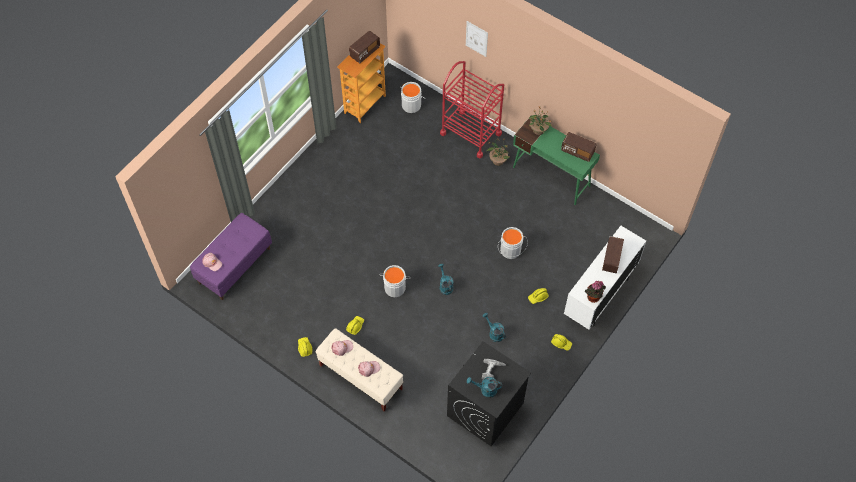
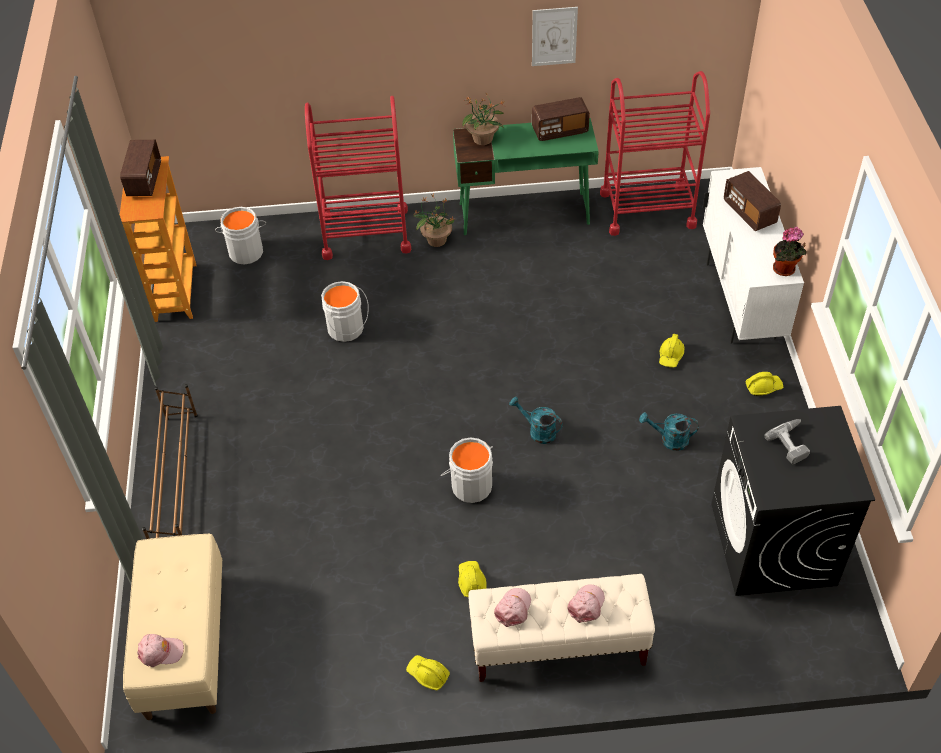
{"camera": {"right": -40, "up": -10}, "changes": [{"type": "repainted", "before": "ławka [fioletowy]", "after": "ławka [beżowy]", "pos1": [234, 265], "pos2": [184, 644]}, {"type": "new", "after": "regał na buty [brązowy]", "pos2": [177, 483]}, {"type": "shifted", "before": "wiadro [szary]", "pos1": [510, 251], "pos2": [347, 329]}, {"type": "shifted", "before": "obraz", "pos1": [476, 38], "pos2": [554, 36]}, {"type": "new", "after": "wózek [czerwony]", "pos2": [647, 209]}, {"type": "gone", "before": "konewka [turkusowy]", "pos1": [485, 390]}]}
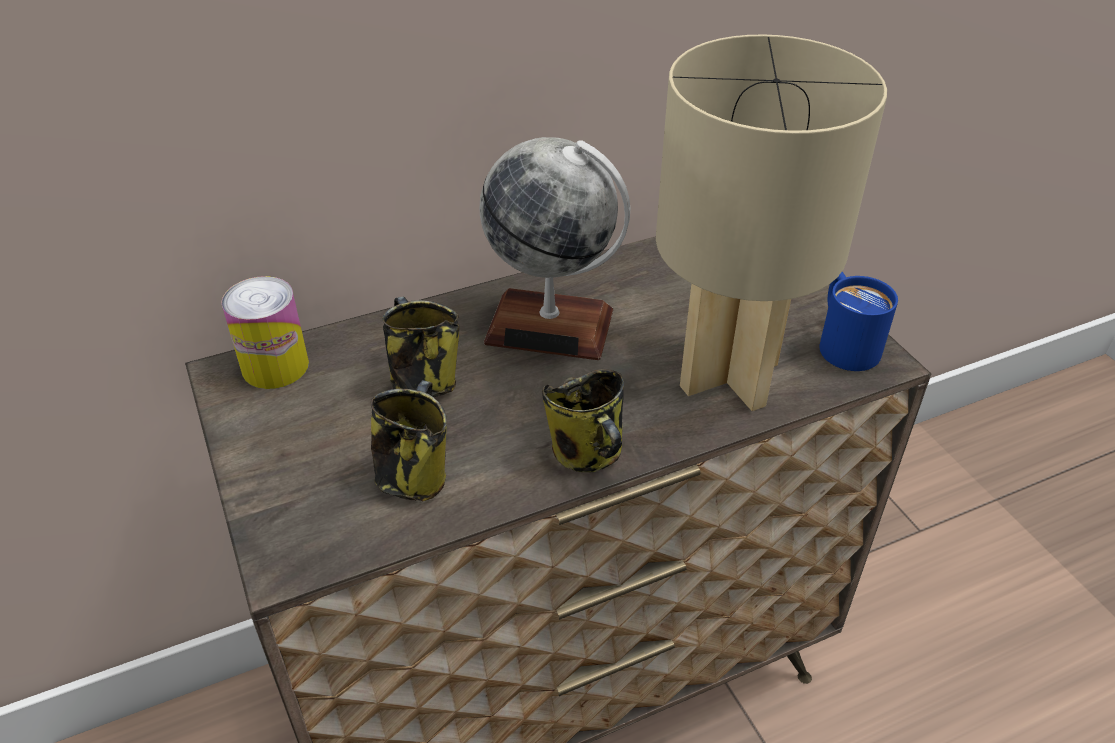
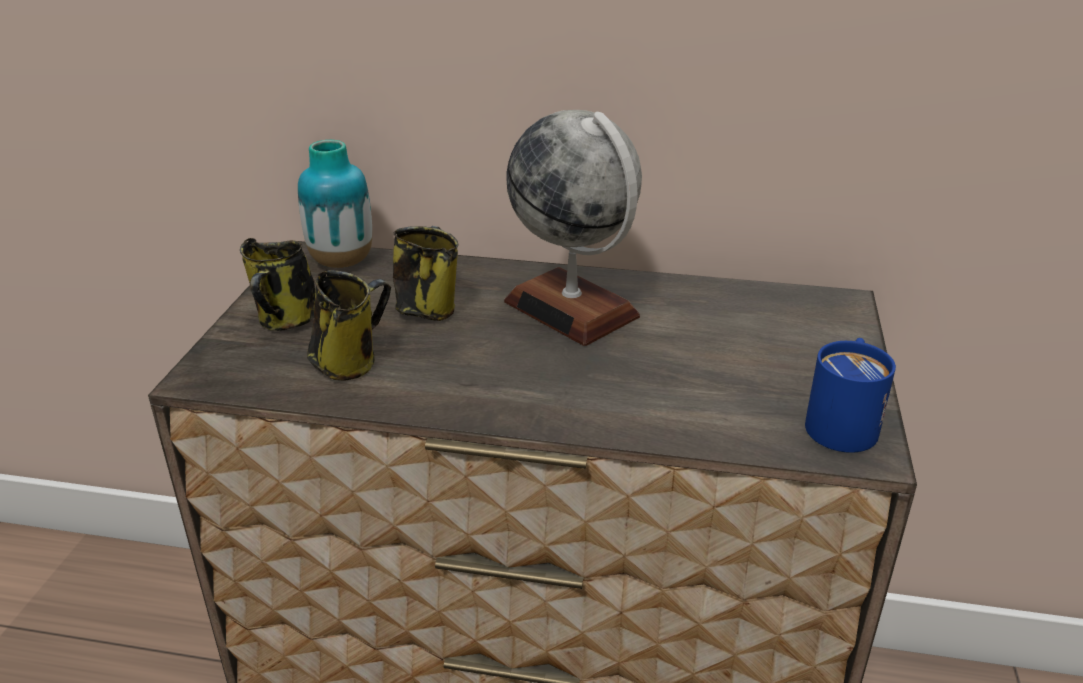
{"camera": {"right": 35, "up": -10}, "changes": [{"type": "shifted", "before": "kubek", "pos1": [588, 454], "pos2": [286, 321]}, {"type": "swapped", "before": "puszka", "after": "wazon", "pos1": [275, 366], "pos2": [342, 262]}, {"type": "gone", "before": "lampa stołowa [beżowy]", "pos1": [730, 374]}]}
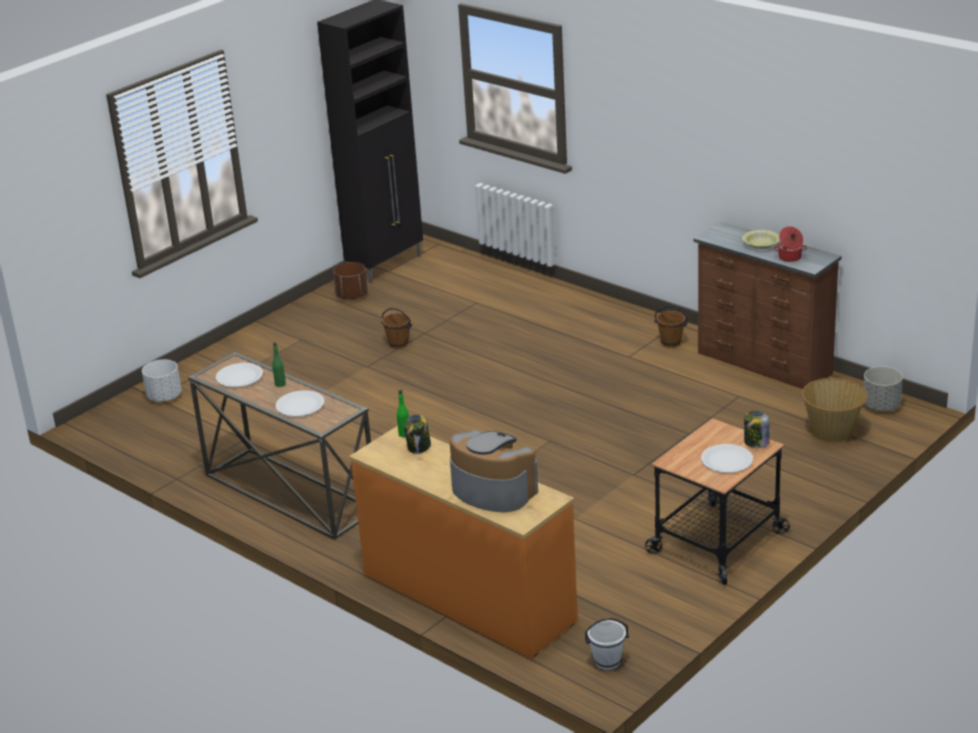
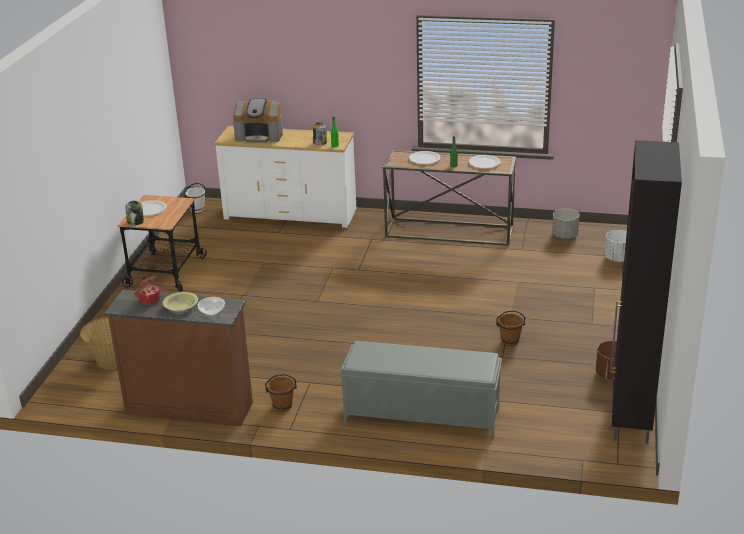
{"camera": {"right": 150, "up": 0}, "changes": [{"type": "new", "after": "miska", "pos2": [211, 312]}, {"type": "repainted", "before": "komoda [pomarańczowy]", "after": "komoda [biały]", "pos1": [467, 598], "pos2": [290, 214]}, {"type": "new", "after": "ławka [szary]", "pos2": [420, 415]}, {"type": "shifted", "before": "donica [szary]", "pos1": [881, 406], "pos2": [564, 236]}]}
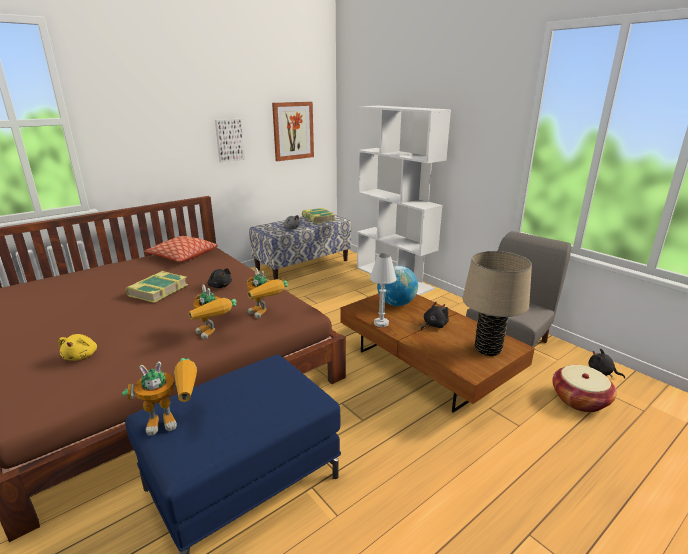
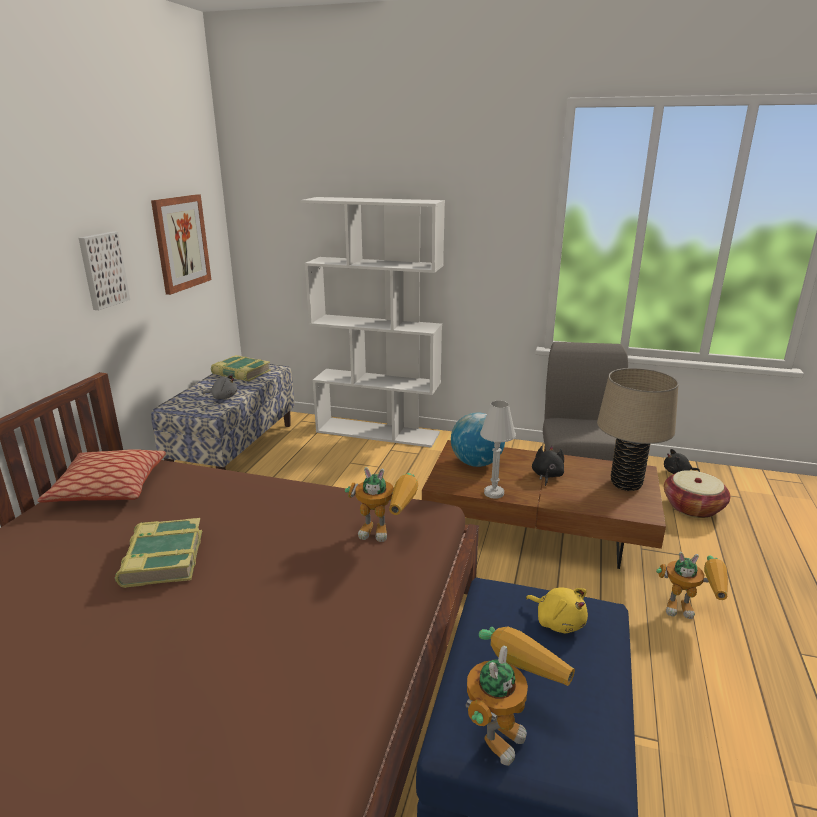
{"camera": {"right": -35, "up": 0}, "changes": [{"type": "shifted", "before": "pluszak [żółty]", "pos1": [81, 356], "pos2": [558, 621]}, {"type": "shifted", "before": "robot zabawkowy", "pos1": [213, 335], "pos2": [689, 609]}, {"type": "gone", "before": "pluszak [czarny]", "pos1": [220, 286]}]}
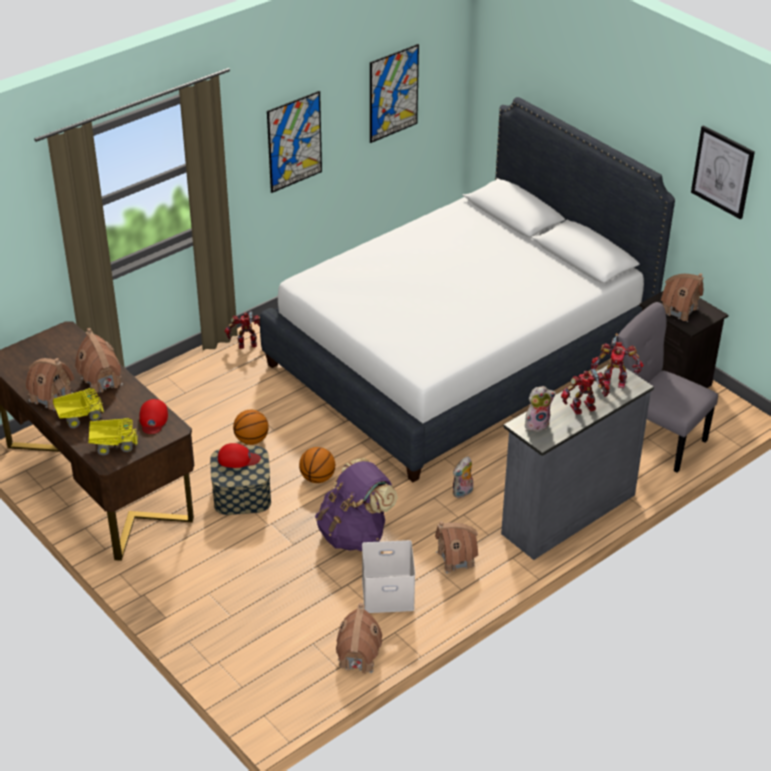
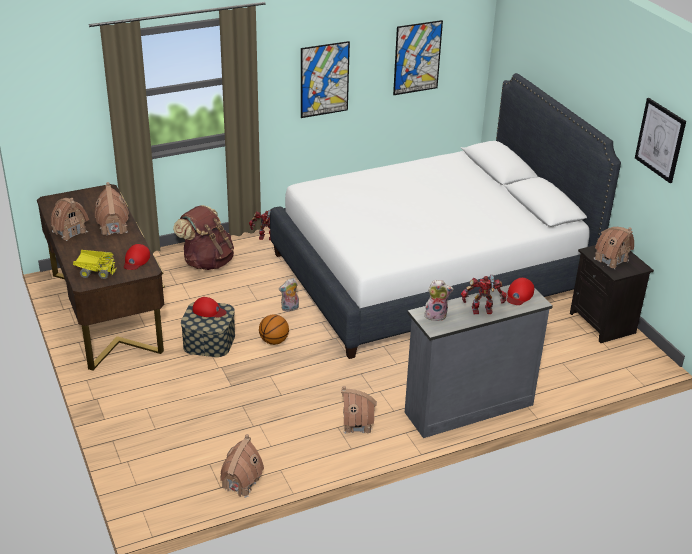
{"camera": {"right": 15, "up": -5}, "changes": [{"type": "new", "after": "plecak [brązowy]", "pos2": [207, 262]}, {"type": "shifted", "before": "pluszak", "pos1": [463, 493], "pos2": [290, 308]}, {"type": "swapped", "before": "robot zabawkowy", "after": "czapka z daszkiem [czerwony]", "pos1": [614, 380], "pos2": [519, 295]}, {"type": "gone", "before": "ciężarówka zabawkowa", "pos1": [79, 417]}, {"type": "gone", "before": "piłka do koszykówki", "pos1": [251, 440]}, {"type": "gone", "before": "plecak [fioletowy]", "pos1": [355, 534]}, {"type": "gone", "before": "pojemnik do przechowywania [biały]", "pos1": [386, 594]}, {"type": "gone", "before": "krzesło [szary]", "pos1": [656, 439]}]}
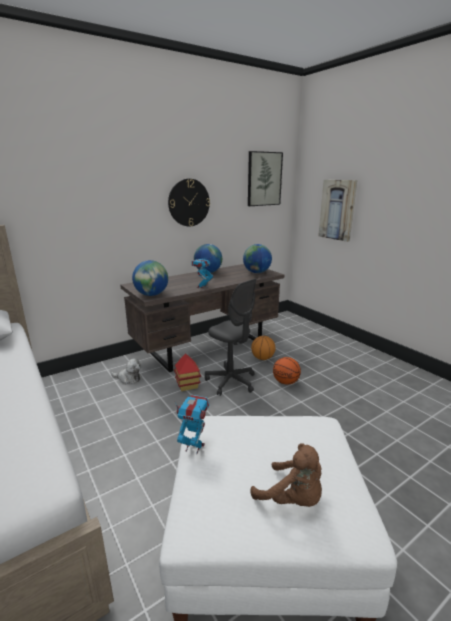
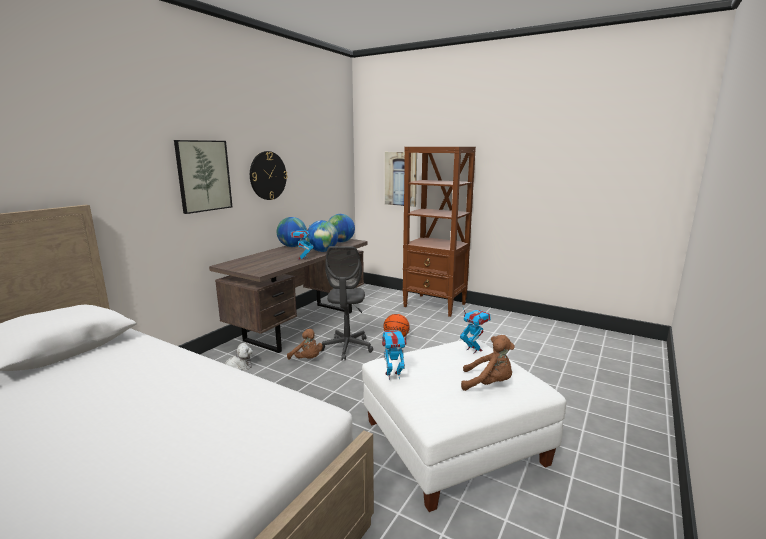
{"camera": {"right": -25, "up": -5}, "changes": [{"type": "shifted", "before": "obraz", "pos1": [264, 179], "pos2": [203, 176]}, {"type": "swapped", "before": "domek", "after": "pluszak [brązowy]", "pos1": [187, 385], "pos2": [307, 359]}, {"type": "shifted", "before": "globus", "pos1": [151, 295], "pos2": [323, 251]}, {"type": "rotated", "before": "krzesło biurowe [szary]", "pos1": [231, 382], "pos2": [347, 348], "turn": 75}, {"type": "new", "after": "regał [brązowy]", "pos2": [435, 305]}, {"type": "new", "after": "robot zabawkowy", "pos2": [473, 349]}, {"type": "gone", "before": "piłka do koszykówki", "pos1": [262, 358]}]}
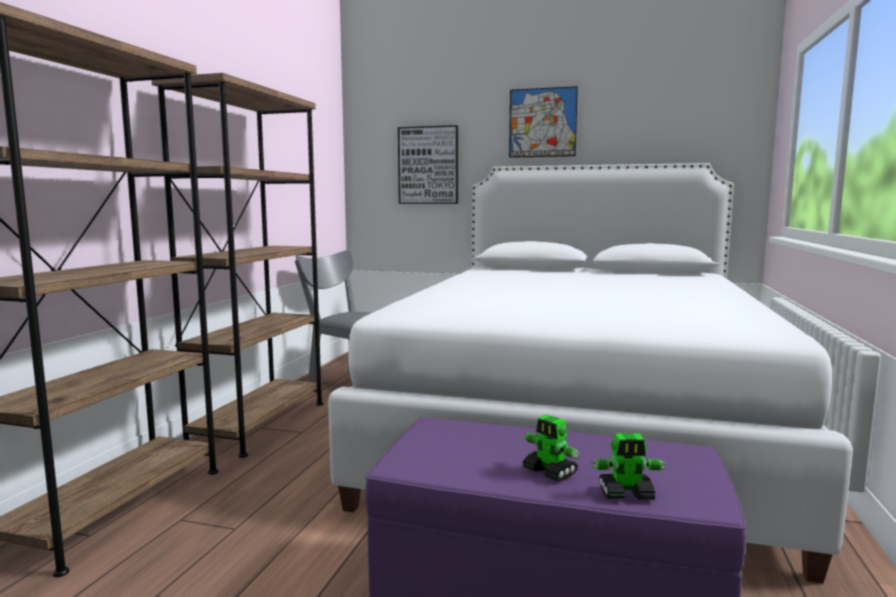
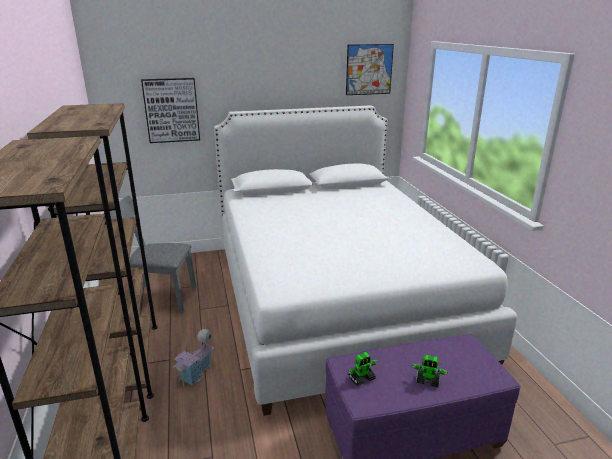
{"camera": {"right": -30, "up": 15}, "changes": [{"type": "new", "after": "domek", "pos2": [196, 373]}, {"type": "shifted", "before": "obraz", "pos1": [542, 122], "pos2": [369, 69]}, {"type": "shifted", "before": "robot zabawkowy", "pos1": [626, 494], "pos2": [362, 378]}]}
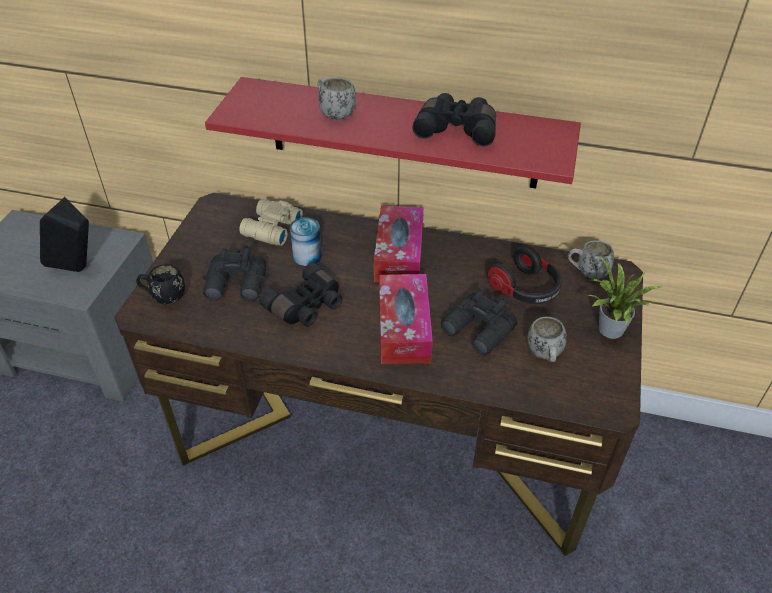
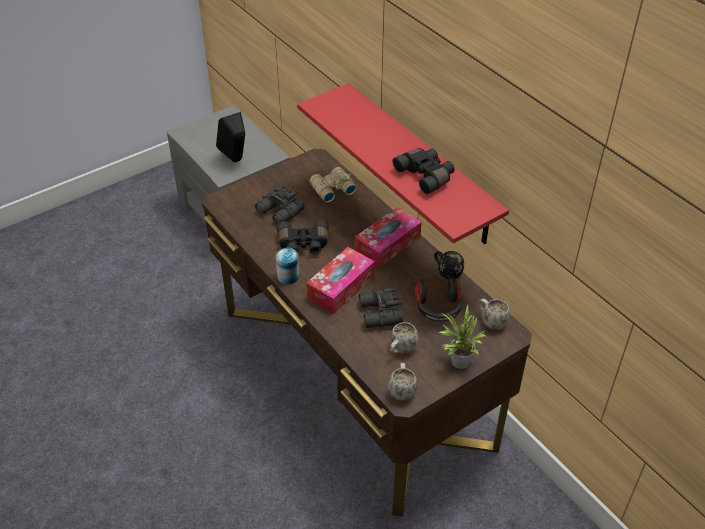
{"camera": {"right": 40, "up": 0}, "changes": [{"type": "shifted", "before": "puszka", "pos1": [307, 256], "pos2": [288, 276]}, {"type": "shifted", "before": "kubek [biały]", "pos1": [334, 113], "pos2": [401, 389]}, {"type": "shifted", "before": "kubek [czarny]", "pos1": [164, 297], "pos2": [446, 273]}]}
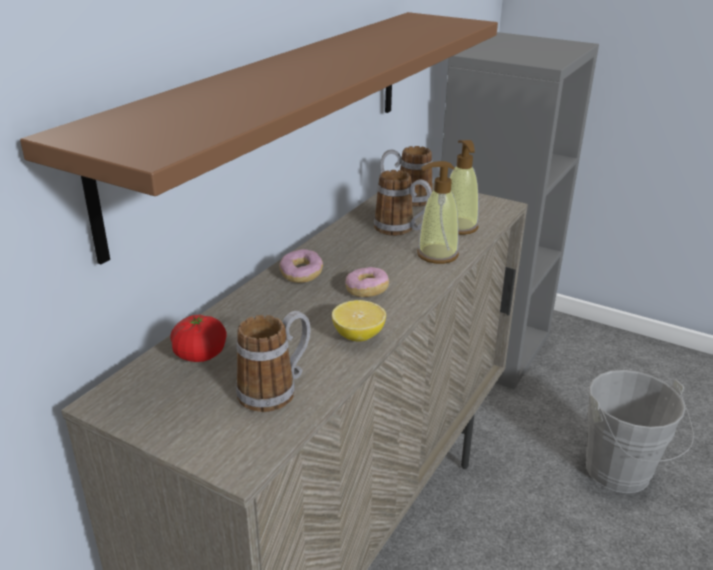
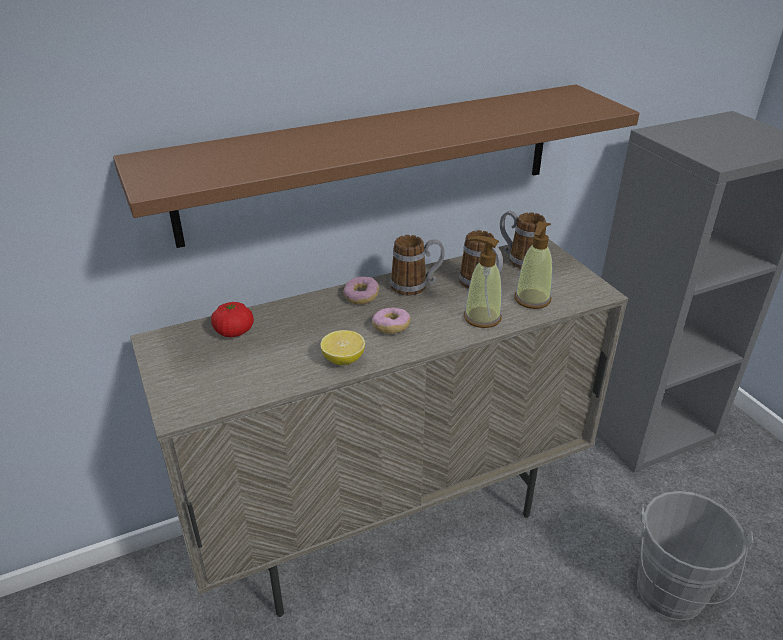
{"camera": {"right": 35, "up": 5}, "changes": [{"type": "shifted", "before": "kubek", "pos1": [276, 389], "pos2": [416, 286]}]}
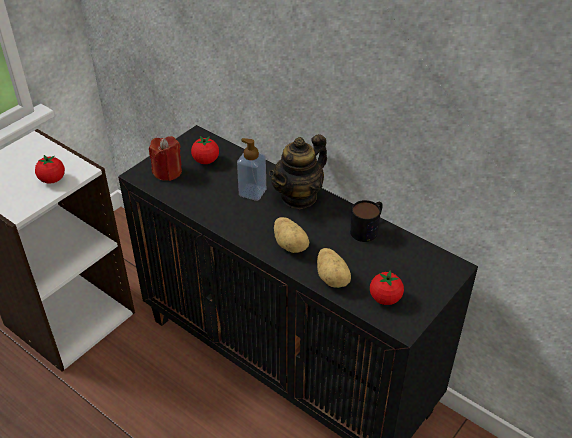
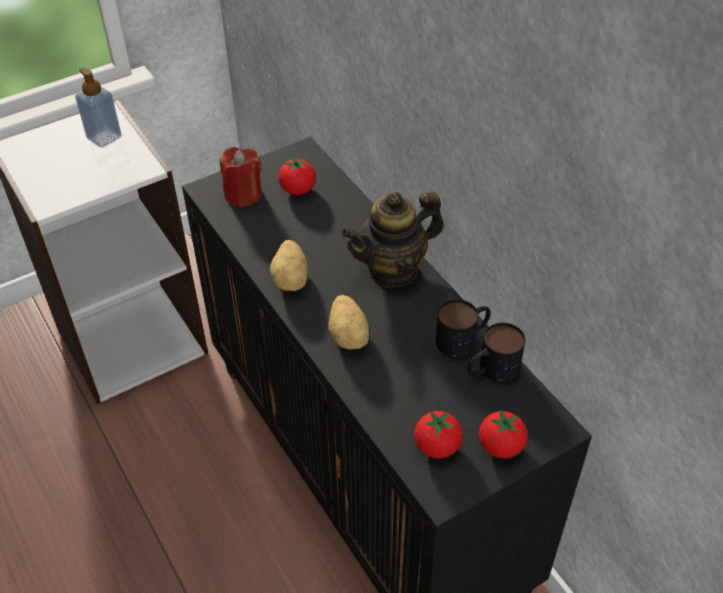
{"camera": {"right": 20, "up": 5}, "changes": [{"type": "shifted", "before": "dozownik mydła", "pos1": [252, 192], "pos2": [104, 137]}, {"type": "shifted", "before": "ziemniak", "pos1": [333, 278], "pos2": [291, 279]}, {"type": "new", "after": "kubek", "pos2": [491, 370]}, {"type": "shifted", "before": "pomidor", "pos1": [52, 180], "pos2": [500, 446]}]}
